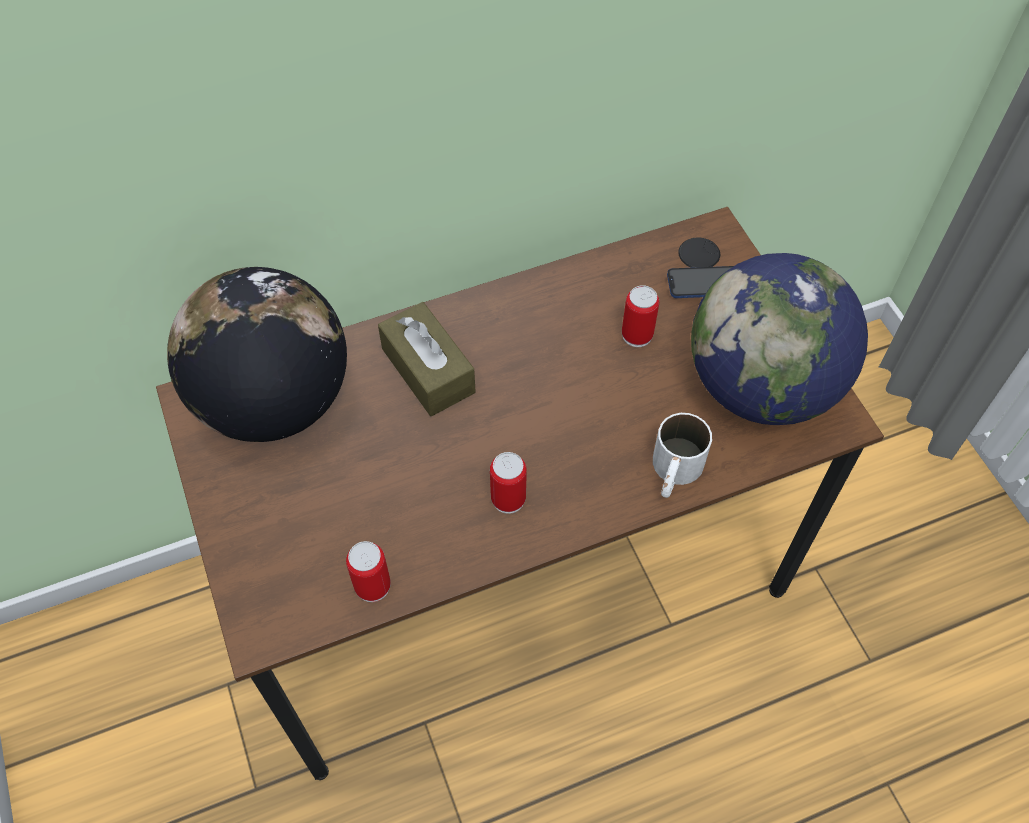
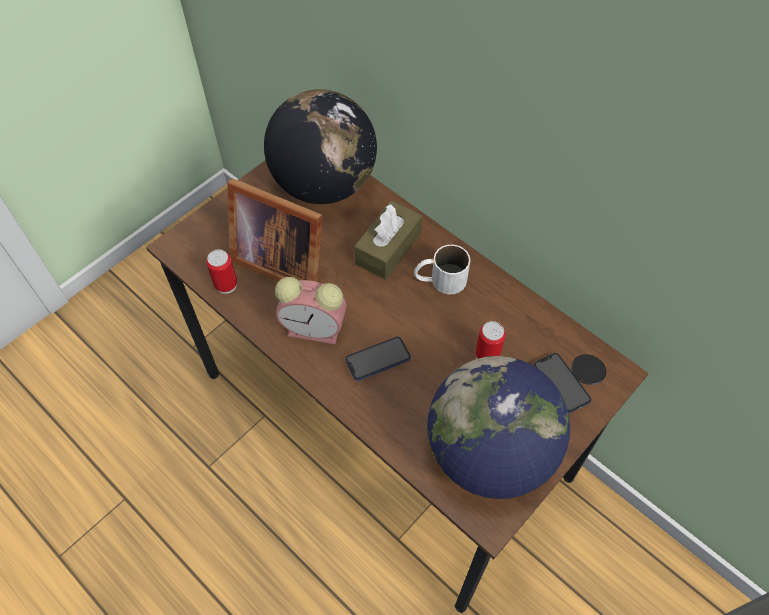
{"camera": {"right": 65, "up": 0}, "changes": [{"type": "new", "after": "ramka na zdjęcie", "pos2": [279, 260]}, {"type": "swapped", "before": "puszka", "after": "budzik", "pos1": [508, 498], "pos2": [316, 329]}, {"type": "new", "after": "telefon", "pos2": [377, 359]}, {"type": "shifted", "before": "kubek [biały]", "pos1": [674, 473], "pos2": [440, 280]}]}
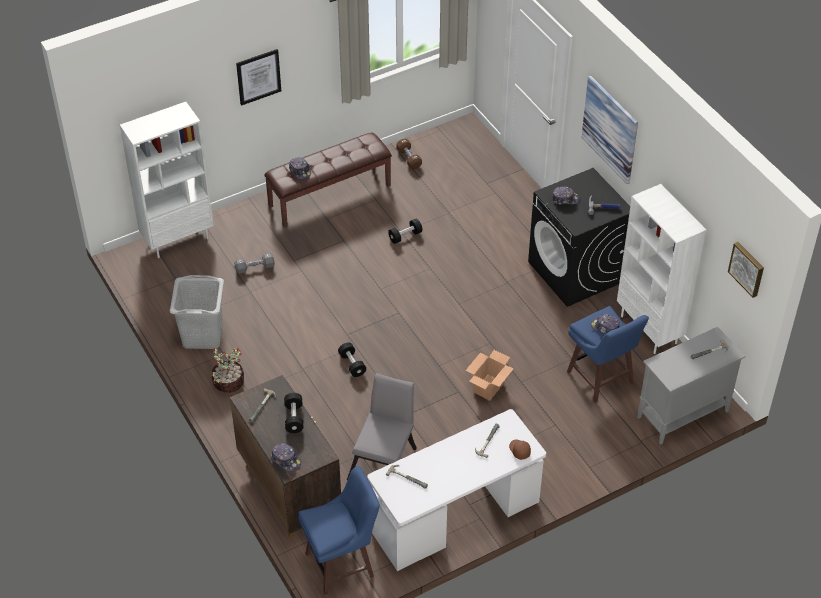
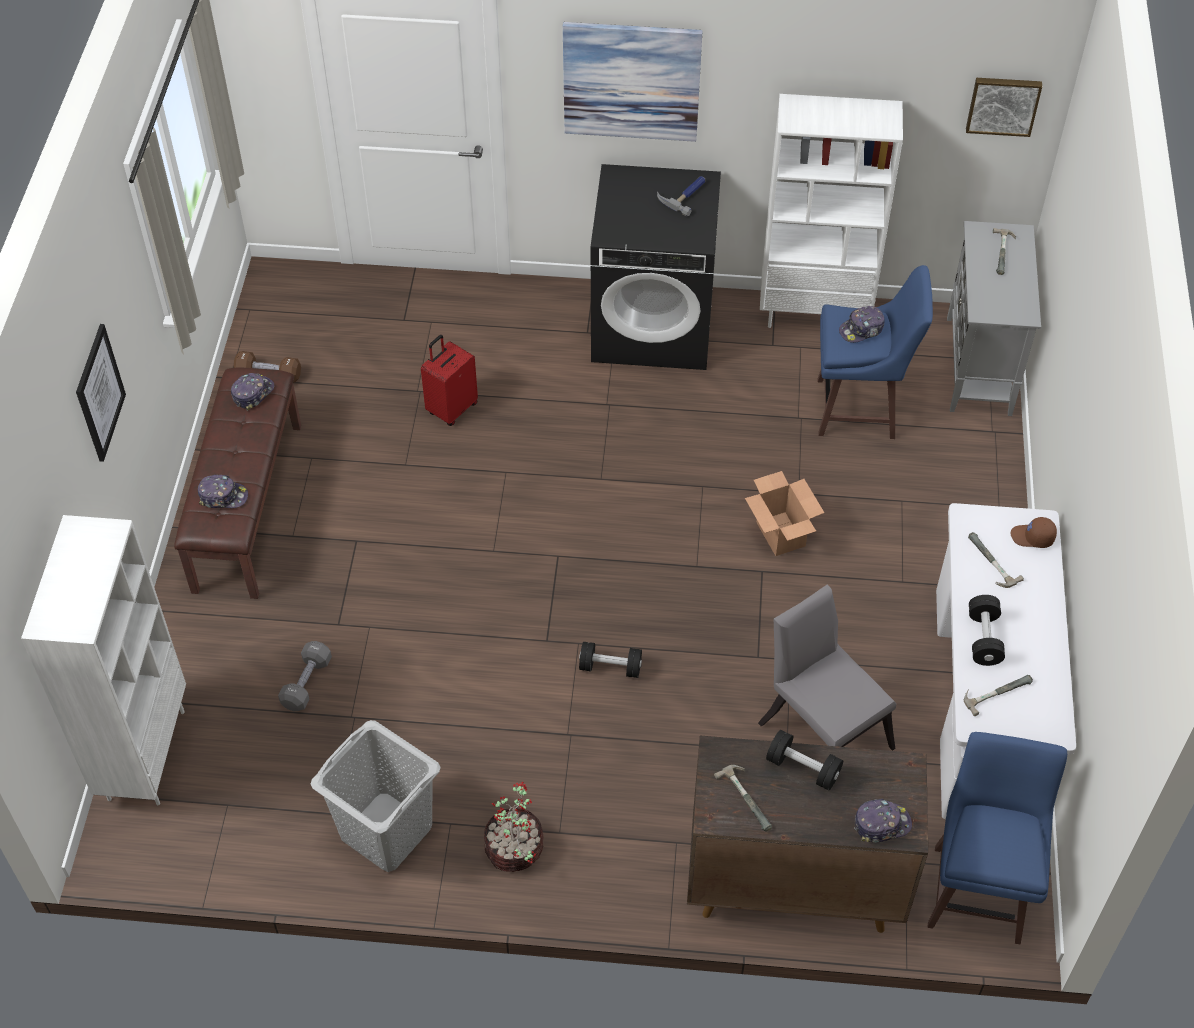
{"camera": {"right": -55, "up": 5}, "changes": [{"type": "shifted", "before": "czapka z daszkiem", "pos1": [565, 199], "pos2": [252, 393]}, {"type": "new", "after": "walizka [czerwony]", "pos2": [451, 408]}, {"type": "shifted", "before": "hantel [czarny]", "pos1": [405, 236], "pos2": [983, 638]}]}
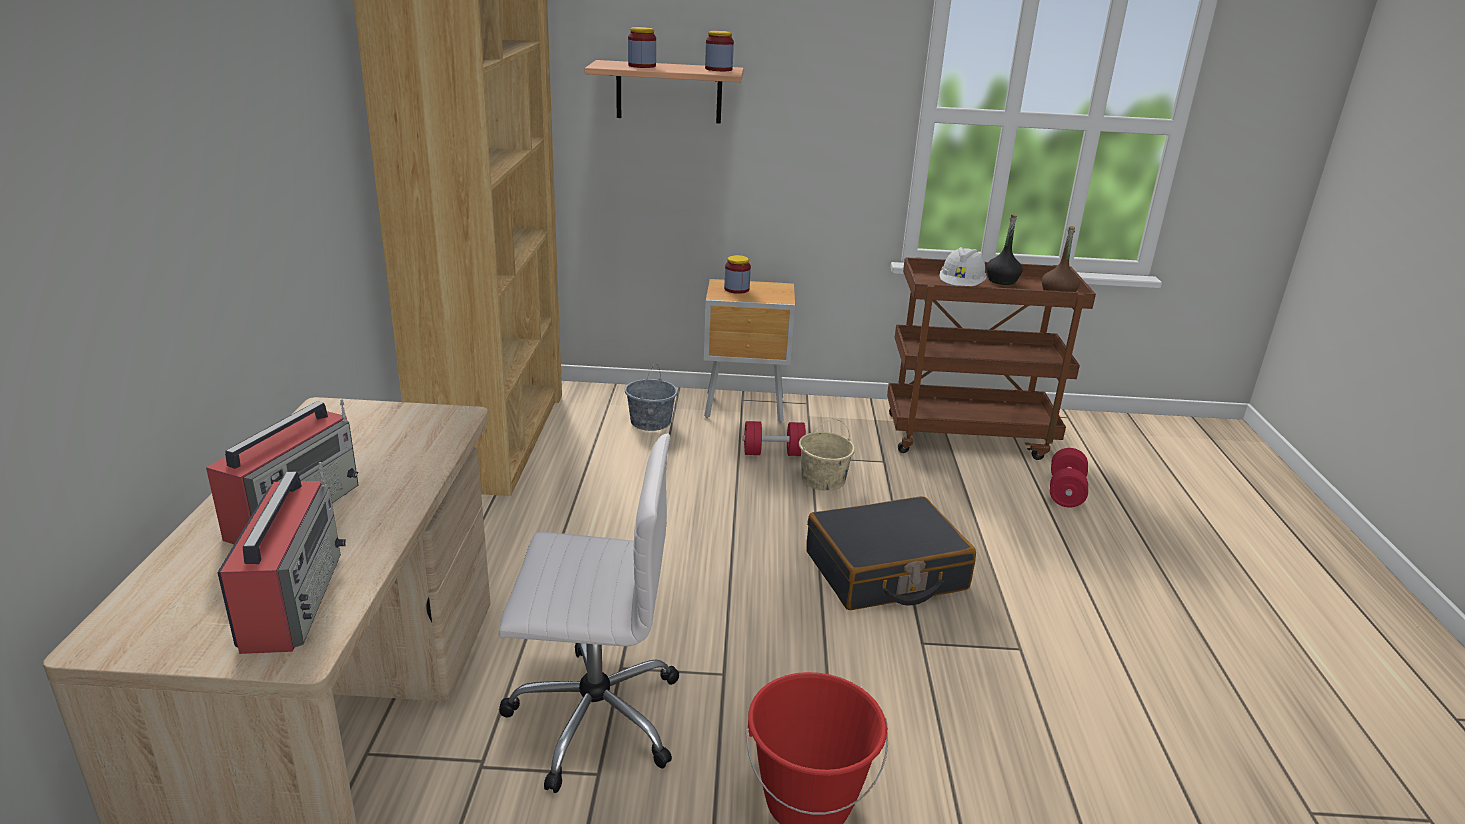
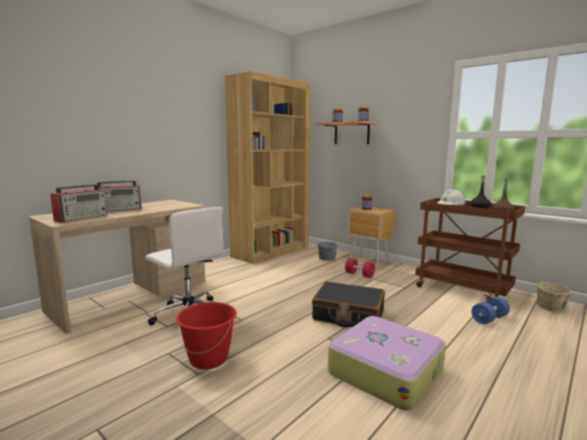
{"camera": {"right": 40, "up": -15}, "changes": [{"type": "new", "after": "walizka", "pos2": [385, 371]}, {"type": "repainted", "before": "hantel [czerwony]", "after": "hantel [niebieski]", "pos1": [1065, 492], "pos2": [489, 319]}, {"type": "shifted", "before": "wiadro [beżowy]", "pos1": [823, 480], "pos2": [550, 307]}]}
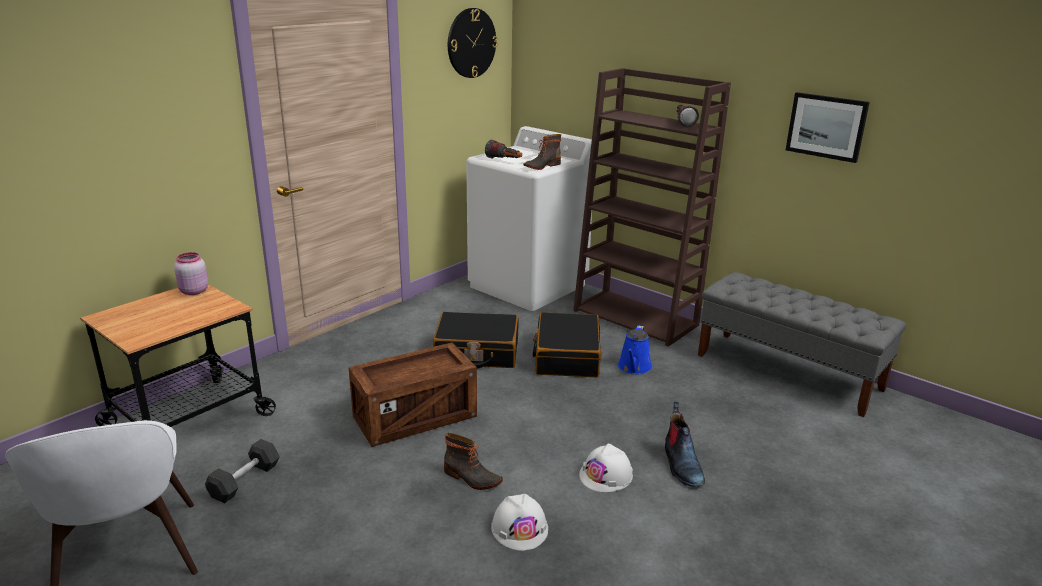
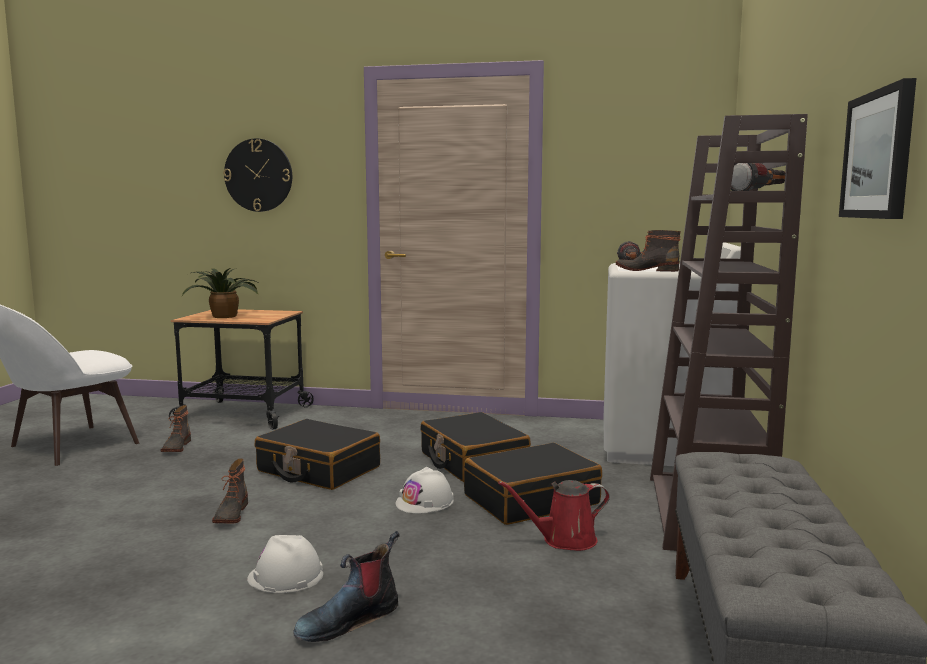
{"camera": {"right": 60, "up": -15}, "changes": [{"type": "swapped", "before": "hantel [szary]", "after": "but z cholewką", "pos1": [245, 481], "pos2": [176, 447]}, {"type": "new", "after": "roślina doniczkowa", "pos2": [225, 316]}, {"type": "shifted", "before": "zegar ścienny", "pos1": [471, 43], "pos2": [258, 175]}, {"type": "swapped", "before": "skrzynka", "after": "walizka [czarny]", "pos1": [415, 417], "pos2": [318, 469]}, {"type": "shifted", "before": "kask [biały]", "pos1": [520, 528], "pos2": [425, 502]}, {"type": "repainted", "before": "konewka [niebieski]", "after": "konewka [czerwony]", "pos1": [634, 367], "pos2": [564, 540]}, {"type": "gone", "before": "słoik [różowy]", "pos1": [193, 291]}]}
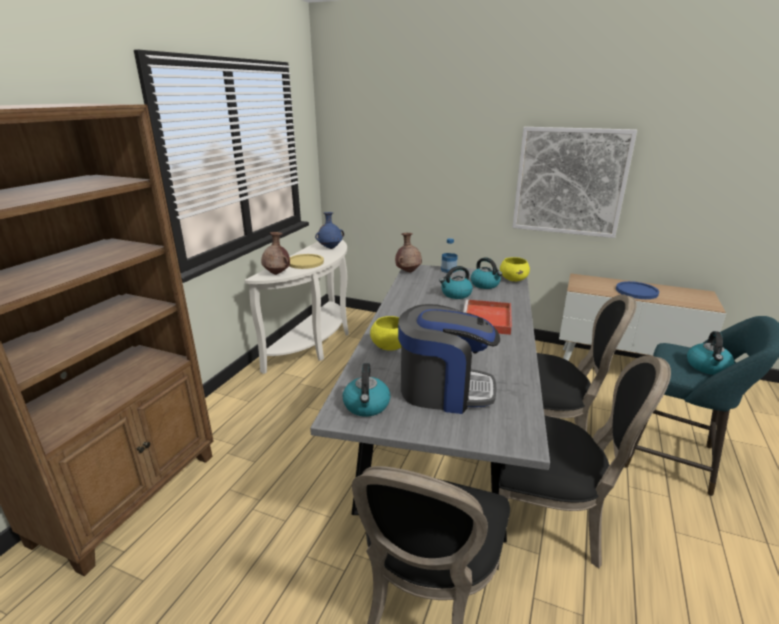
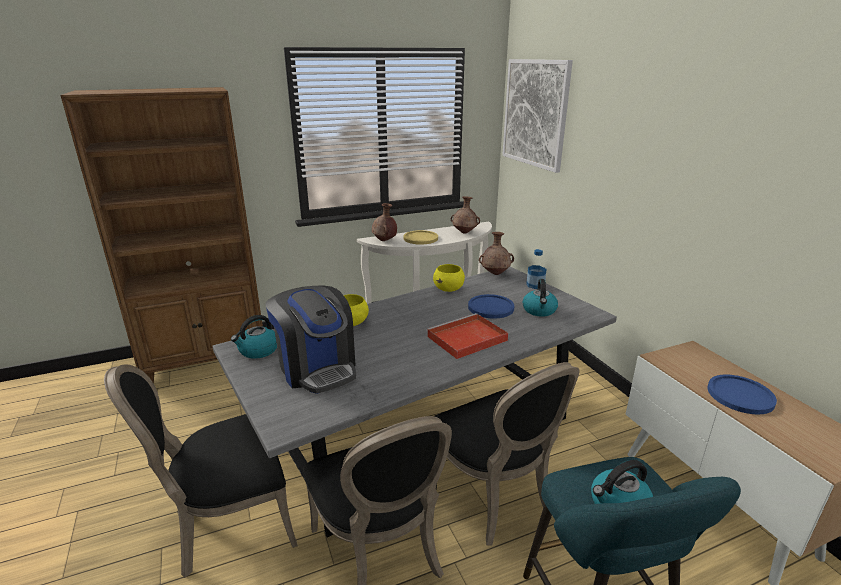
{"camera": {"right": 45, "up": 0}, "changes": [{"type": "shifted", "before": "miska [żółty]", "pos1": [513, 279], "pos2": [449, 289]}, {"type": "repainted", "before": "wazon [niebieski]", "after": "wazon [brązowy]", "pos1": [330, 248], "pos2": [465, 232]}, {"type": "swapped", "before": "czajnik", "after": "talerz [niebieski]", "pos1": [456, 294], "pos2": [491, 307]}, {"type": "shifted", "before": "obraz", "pos1": [570, 182], "pos2": [535, 113]}]}
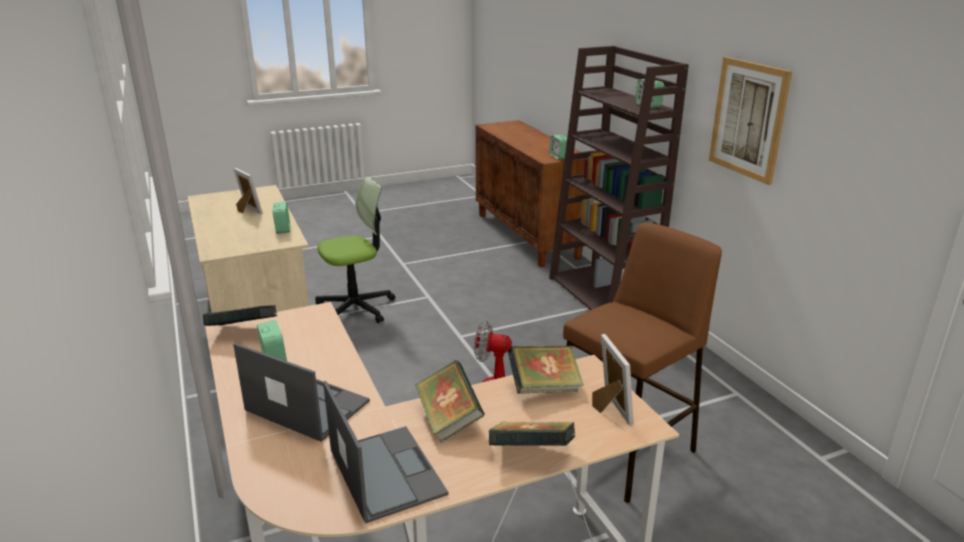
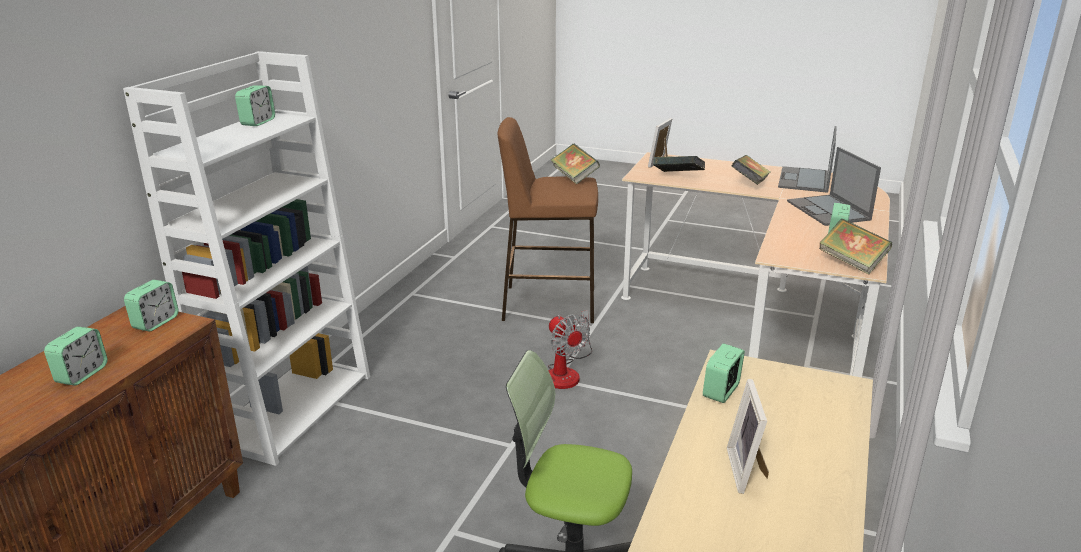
{"camera": {"right": -135, "up": 0}, "changes": [{"type": "new", "after": "budzik", "pos2": [82, 374]}, {"type": "repainted", "before": "regał [brązowy]", "after": "regał [biały]", "pos1": [602, 296], "pos2": [291, 407]}, {"type": "shifted", "before": "książka", "pos1": [531, 454], "pos2": [574, 177]}, {"type": "gone", "before": "obraz", "pos1": [748, 119]}]}
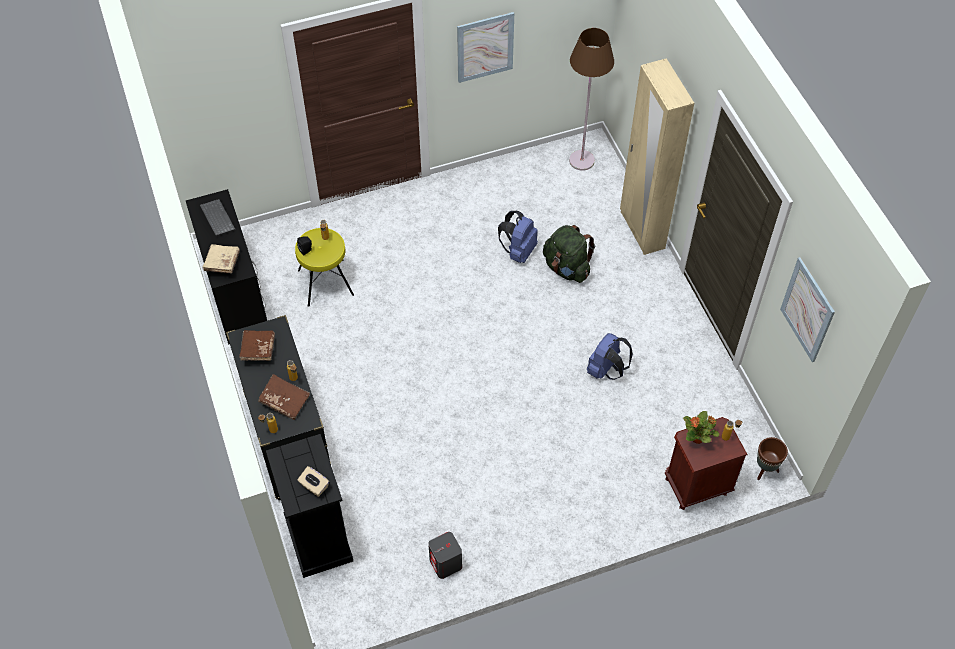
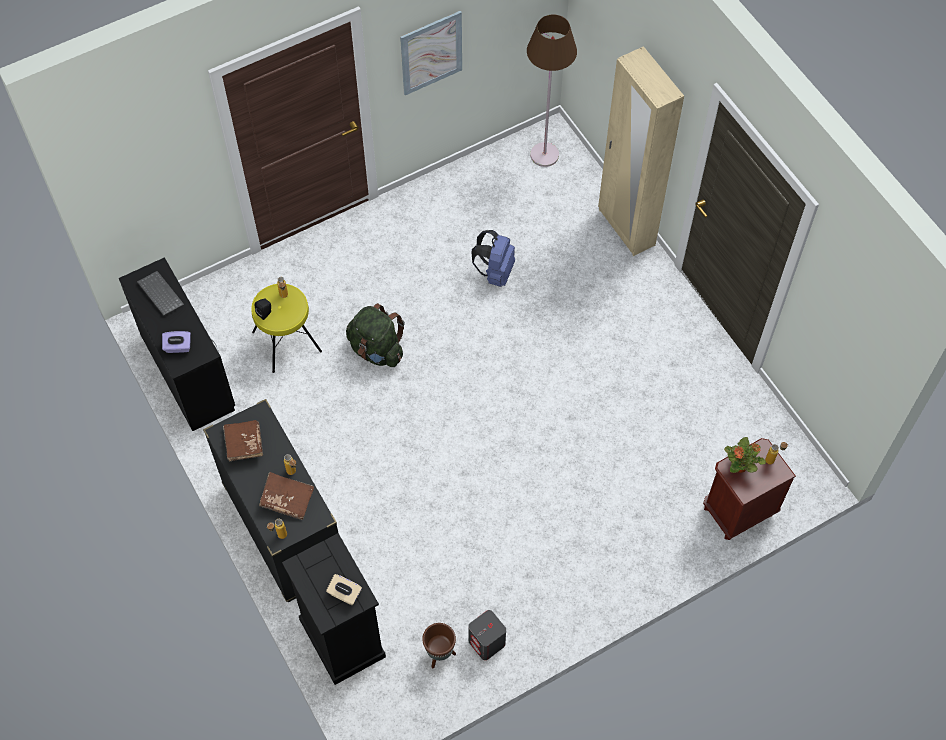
{"camera": {"right": -10, "up": 5}, "changes": [{"type": "swapped", "before": "książka [beżowy]", "after": "pudełko chusteczek [fioletowy]", "pos1": [222, 263], "pos2": [178, 347]}, {"type": "shifted", "before": "plecak [zielony]", "pos1": [567, 268], "pos2": [377, 350]}, {"type": "shifted", "before": "donica [brązowy]", "pos1": [765, 470], "pos2": [440, 655]}, {"type": "gone", "before": "plecak [niebieski]", "pos1": [606, 370]}, {"type": "gone", "before": "obraz", "pos1": [807, 310]}]}
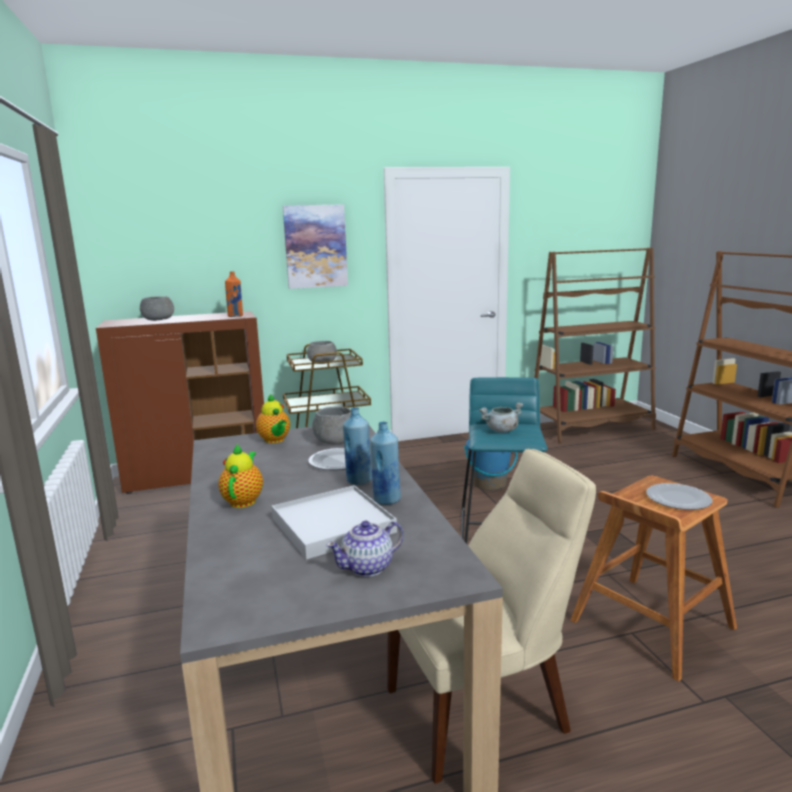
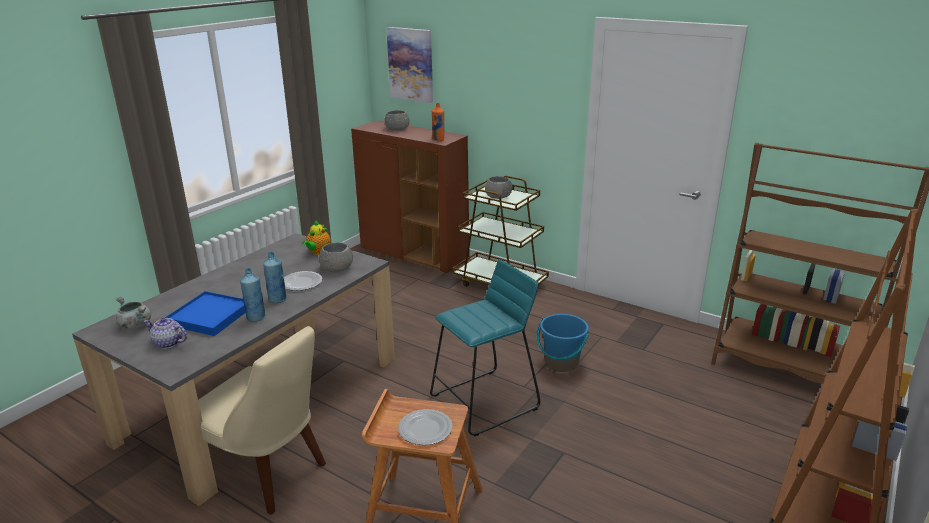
{"camera": {"right": 50, "up": 10}, "changes": [{"type": "shifted", "before": "garnek [szary]", "pos1": [501, 430], "pos2": [134, 325]}, {"type": "repainted", "before": "taca [biały]", "after": "taca [niebieski]", "pos1": [333, 525], "pos2": [210, 316]}, {"type": "shifted", "before": "obraz", "pos1": [315, 246], "pos2": [411, 64]}, {"type": "gone", "before": "imbryk", "pos1": [244, 500]}]}
